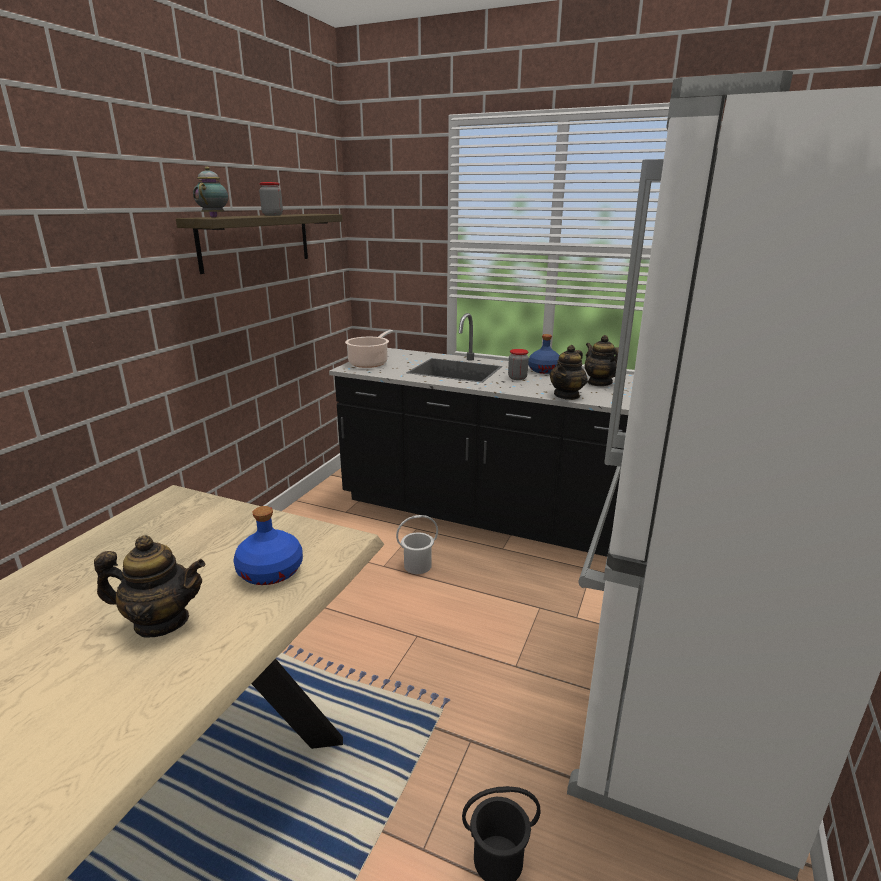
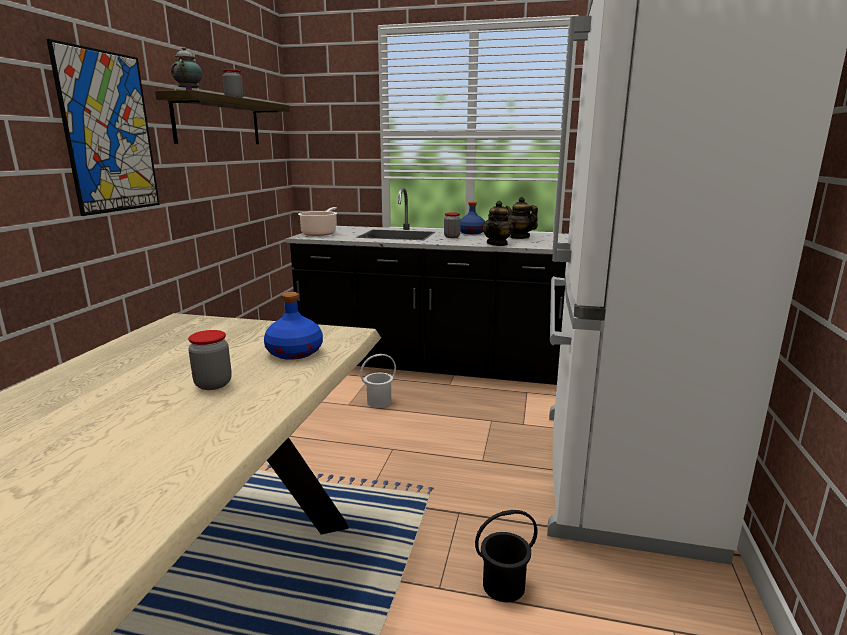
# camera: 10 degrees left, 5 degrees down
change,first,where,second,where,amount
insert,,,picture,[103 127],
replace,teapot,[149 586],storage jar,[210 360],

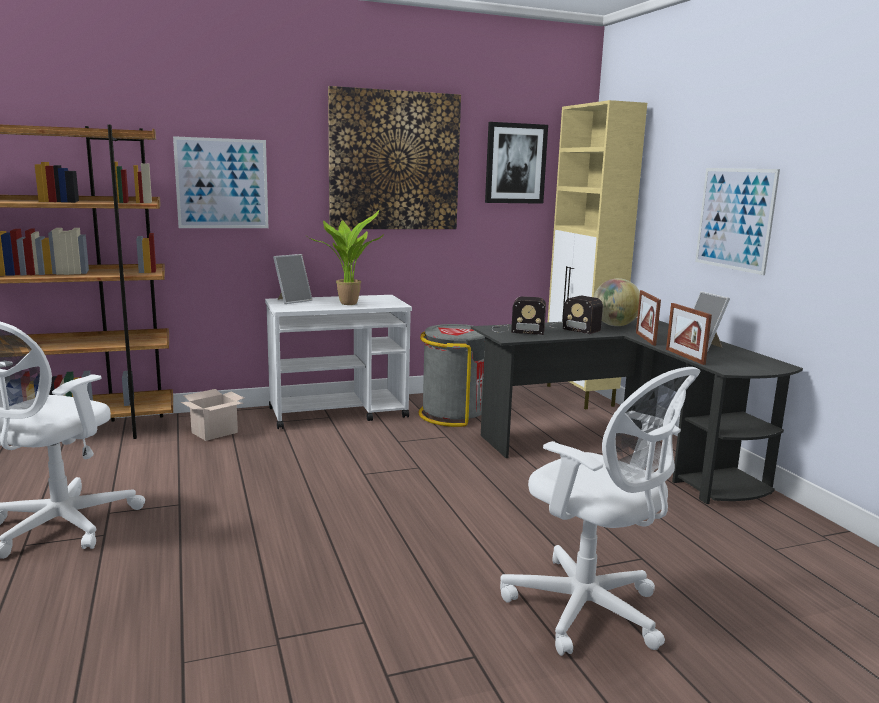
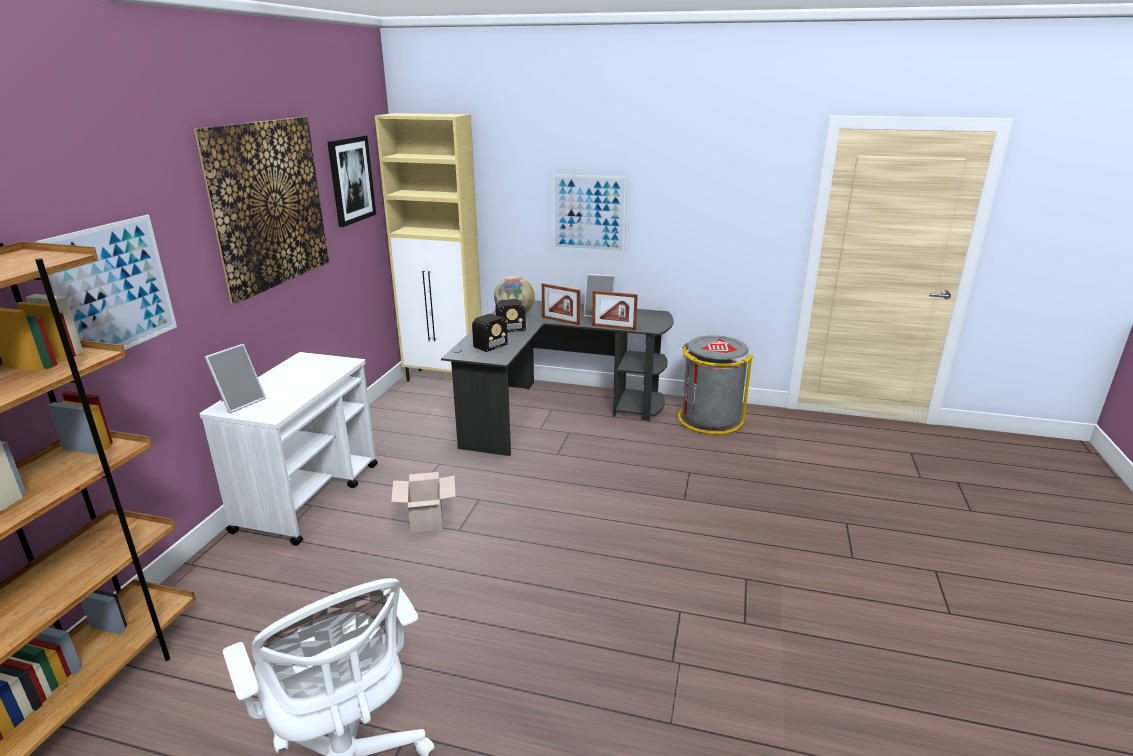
# camera: 55 degrees left, 10 degrees up
change,first,where,second,where,amount
rotate,photo frame,[293 279],,[235 378],45 degrees clockwise
move,carton,[212 415],,[423 502],
move,gray trash can,[452 375],,[715 385],
delete,potted plant,[346 257],,,
delete,whitish desk chair,[600 511],,,

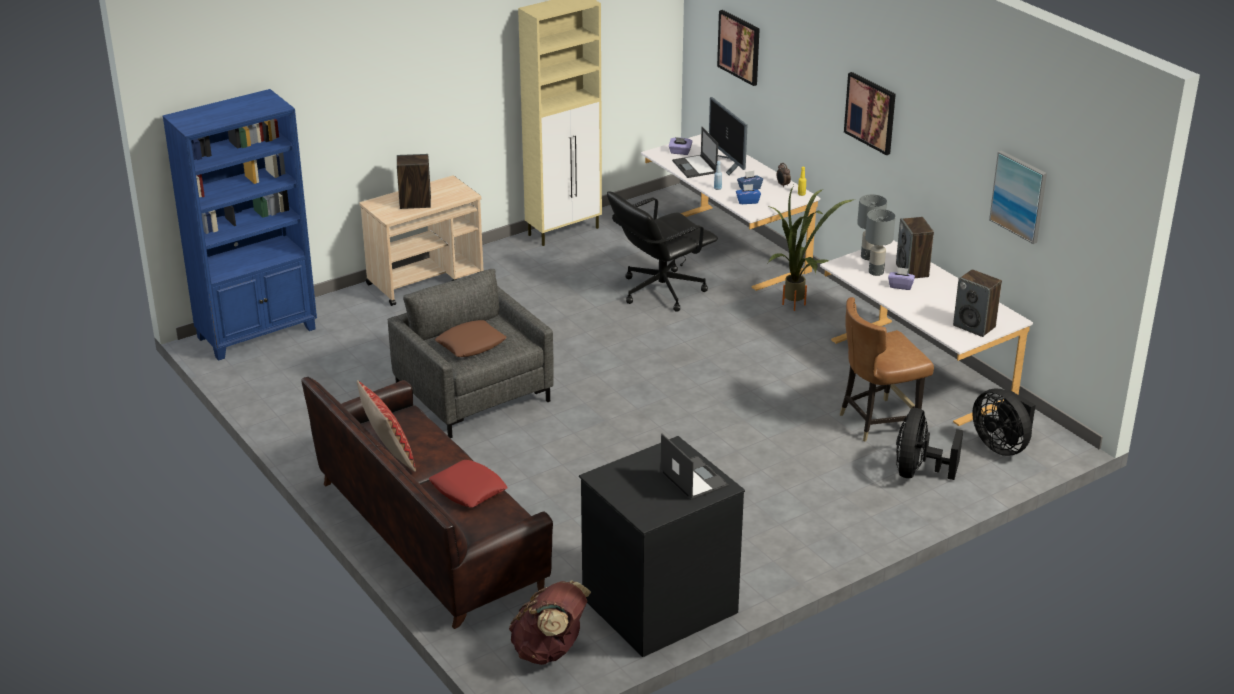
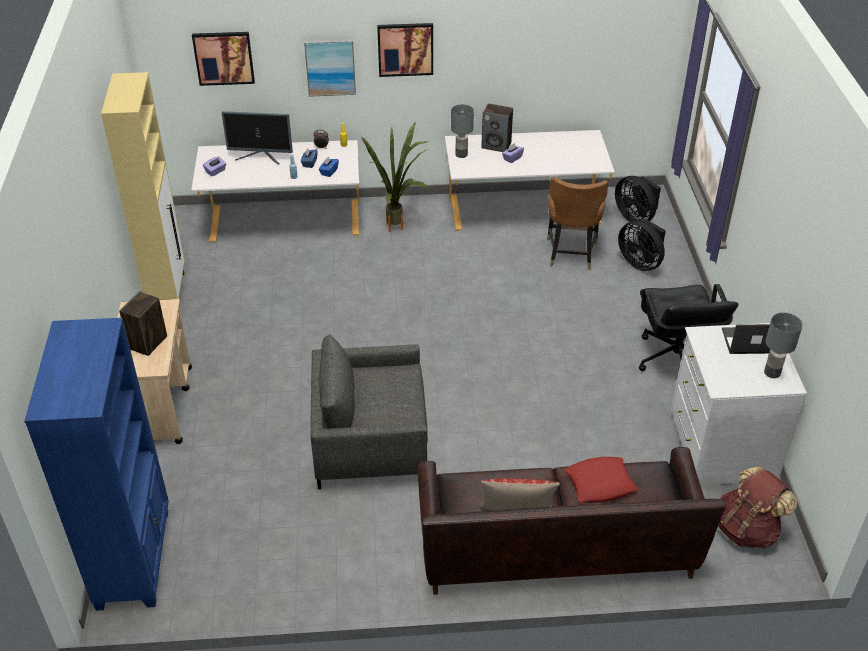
# camera: 60 degrees left, 10 degrees up
change,first,where,second,where,amount
move,picture,[1018 197],,[330 68],
rotate,blackish cooling fan,[1003 422],,[638 199],60 degrees clockwise
move,blackish desk chair,[662 251],,[688 327],
recolor,blackish drawer chest,[662 546],whitish drawer chest,[738 404],
move,gray tabletop lamp,[880 242],,[783 345],
delete,brown-coloured cushion,[471 338],,,
delete,notebook computer,[695 152],,,
delete,loudspeaker,[977 303],,,

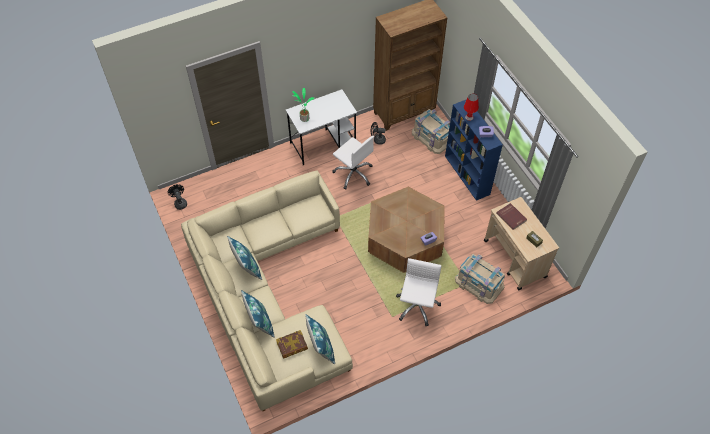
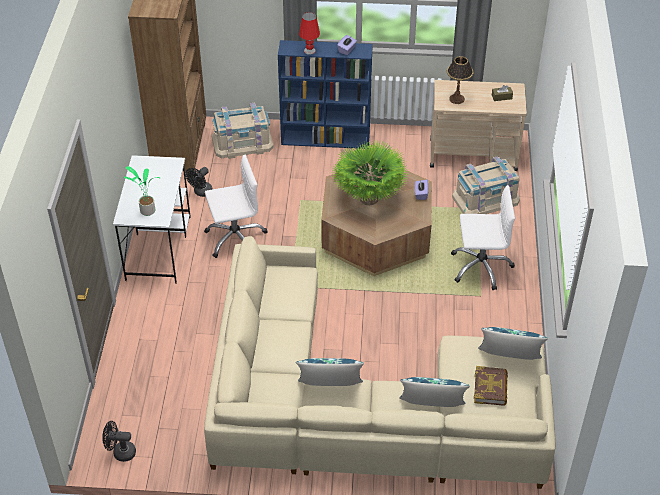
# camera: 60 degrees left, 10 degrees down
change,first,where,second,where,amount
insert,,,potted plant,[369 172],
replace,red volume,[511 216],tabletop lamp,[460 80],
rotate,whitish desk chair,[419 292],,[483 237],135 degrees clockwise

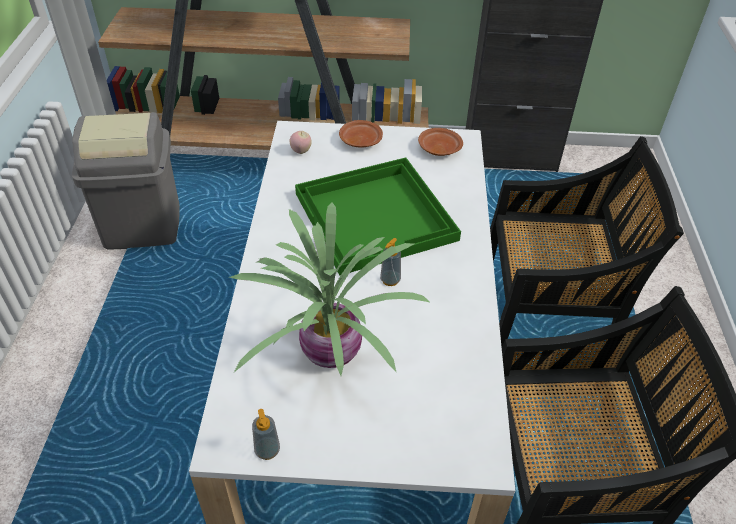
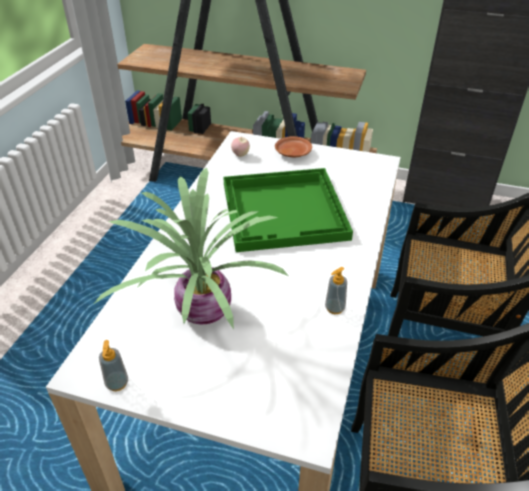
# camera: 15 degrees right, 5 degrees down
change,first,where,second,where,amount
move,liquid soap bottle,[390 262],,[336 290],
delete,gray trash can,[126 181],,,
delete,brown-coloured flat dish,[440 142],,,

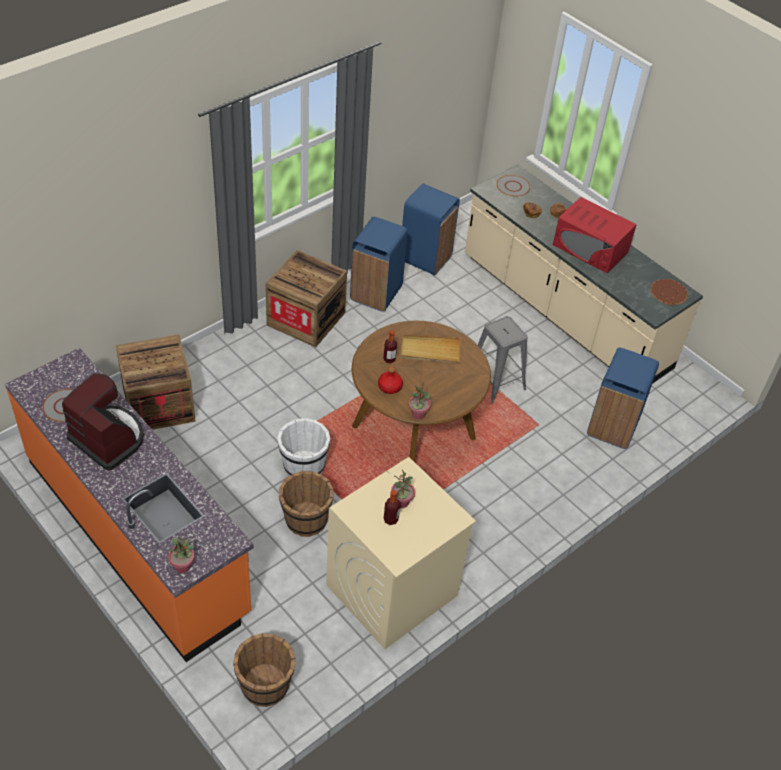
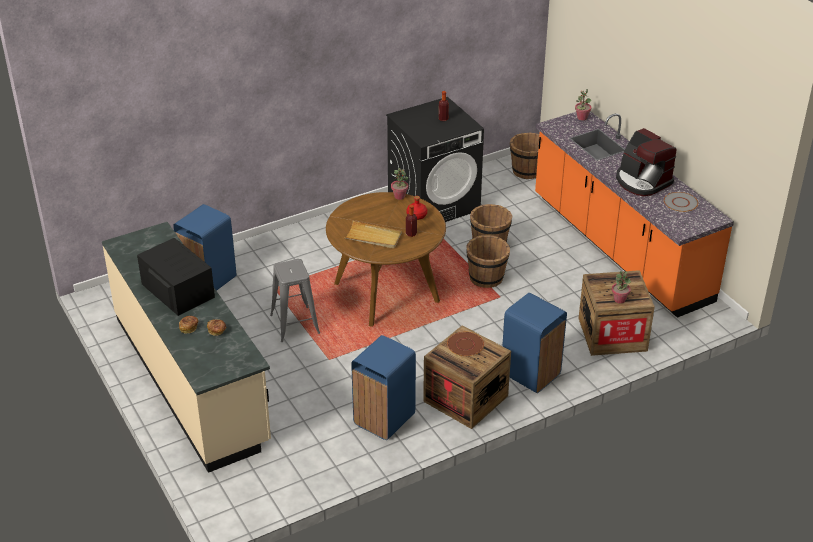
# camera: 165 degrees left, 10 degrees down
change,first,where,second,where,amount
recolor,red microwave,[595 235],blackish microwave,[176 277],
recolor,beige washing machine,[401 553],blackish washing machine,[435 159],
move,brown-coloured flat dish,[669 292],,[465 344],
recolor,whitish water bucket,[303 447],brown-coloured water bucket,[488 261],
move,blue trash can,[431 229],,[534 343],
move,potted plant,[403 489],,[621 287],
delete,gray flat dish,[513 186],,,

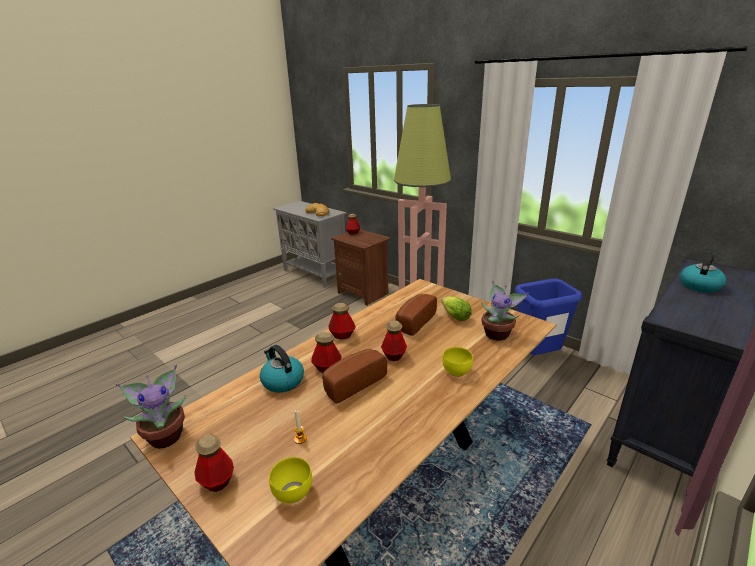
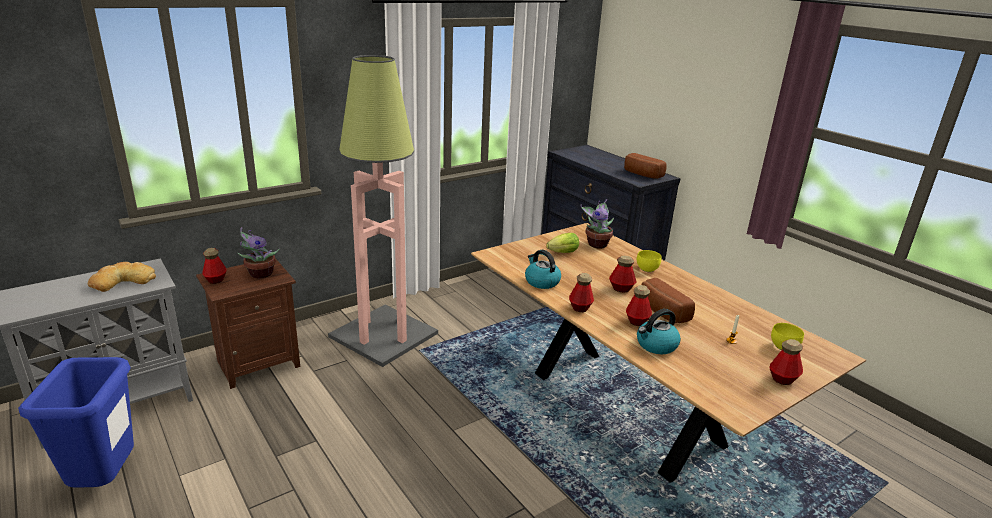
# camera: 80 degrees left, 0 degrees up
change,first,where,second,where,amount
move,blue trash can,[549 316],,[76 422],
move,potted plant,[151 406],,[258 252],
move,kettle,[703 272],,[543 269],
move,bread,[416 315],,[645 166],

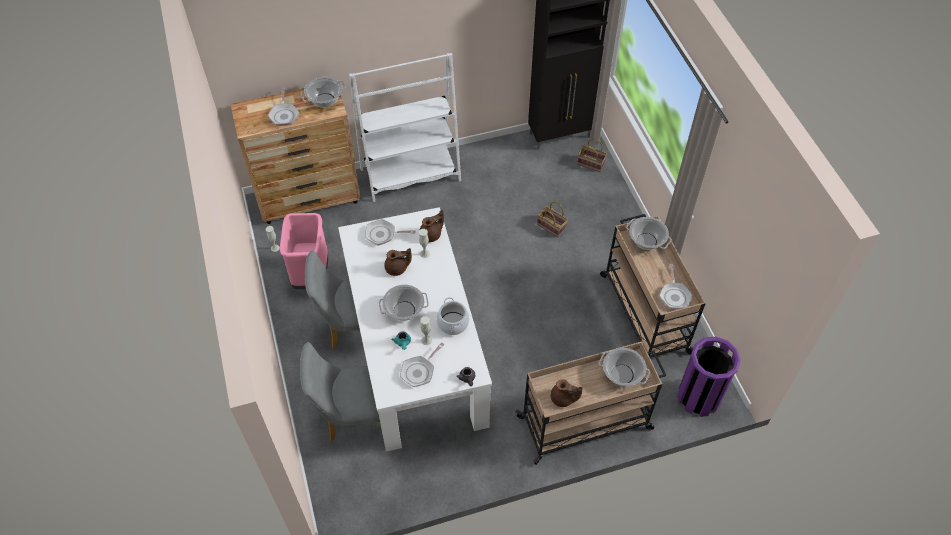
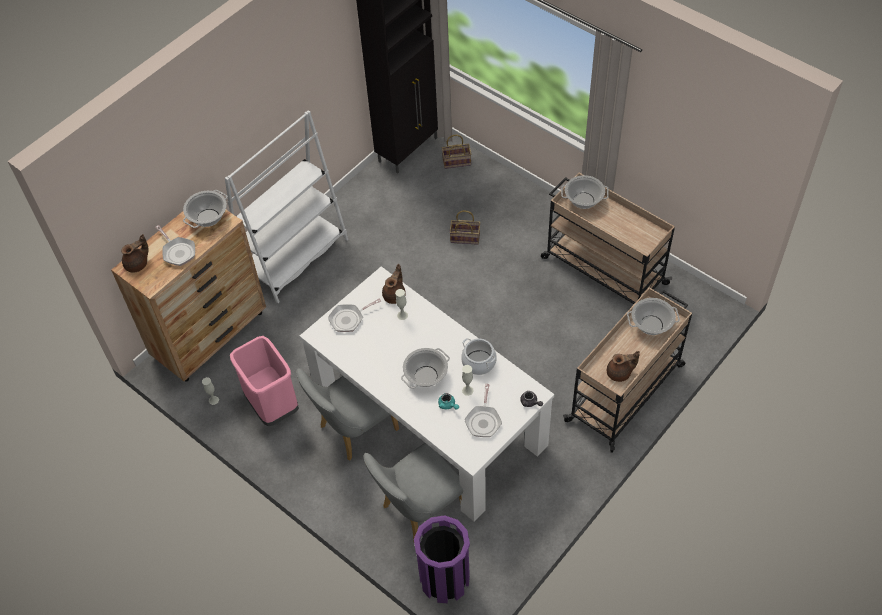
# camera: 30 degrees left, 0 degrees up
change,first,where,second,where,amount
move,brown-coloured teapot,[398 262],,[134 253],
move,purple trash can,[709 376],,[442 559],
delete,pan,[675 286],,,

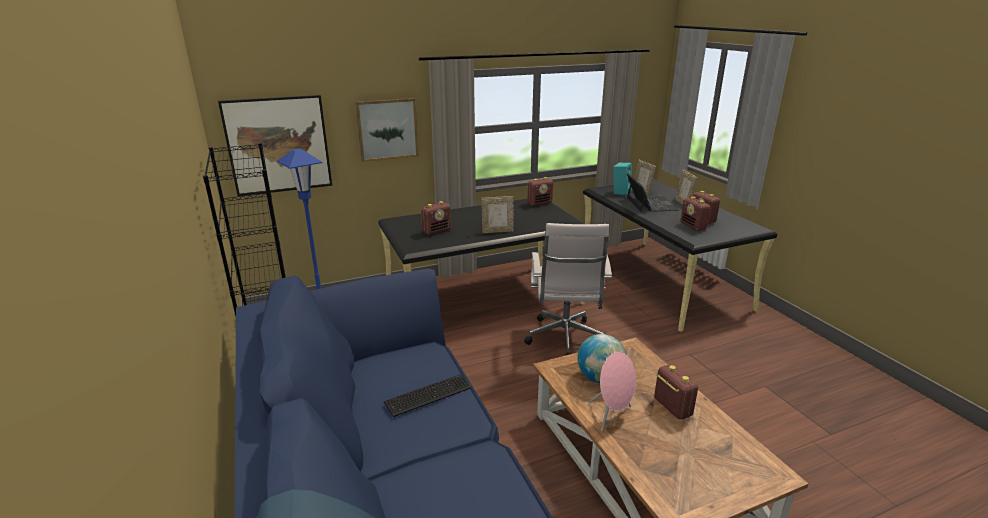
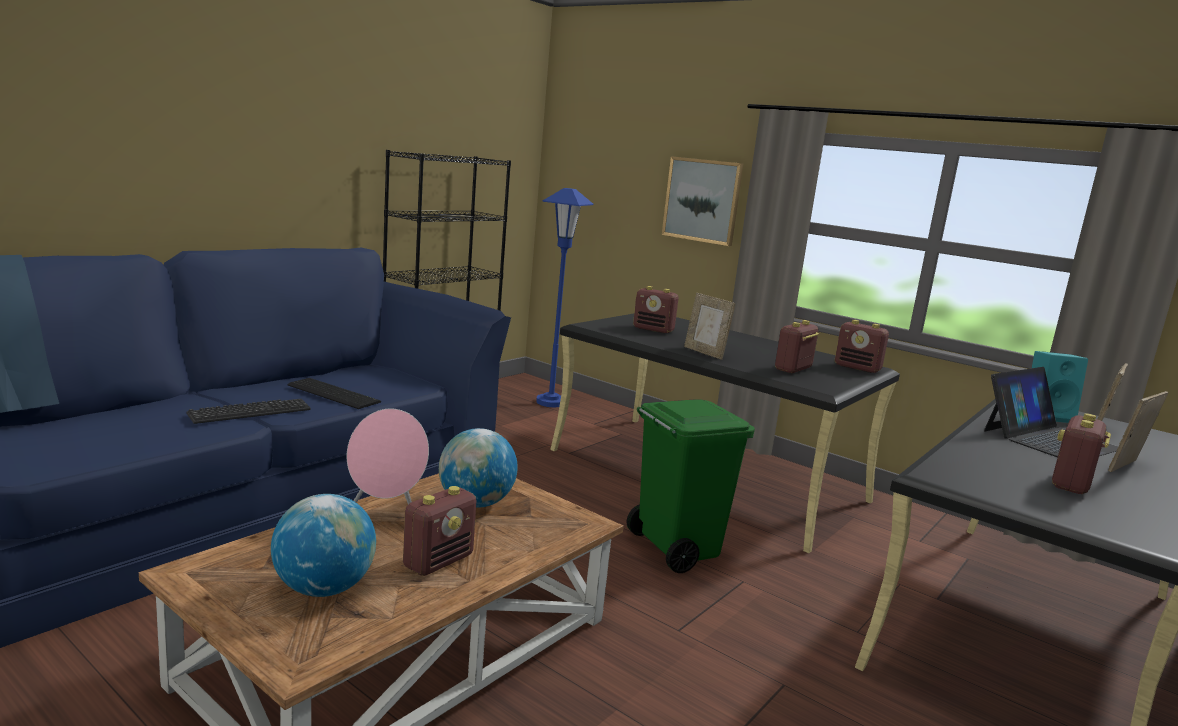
# camera: 60 degrees right, 10 degrees down
change,first,where,second,where,amount
insert,,,PC keyboard,[248 411],
insert,,,world globe,[323 545],
replace,whitish desk chair,[568 289],green-coloured trash can,[691 486],
move,radio,[696 213],,[797 346],
delete,picture,[275 145],,,

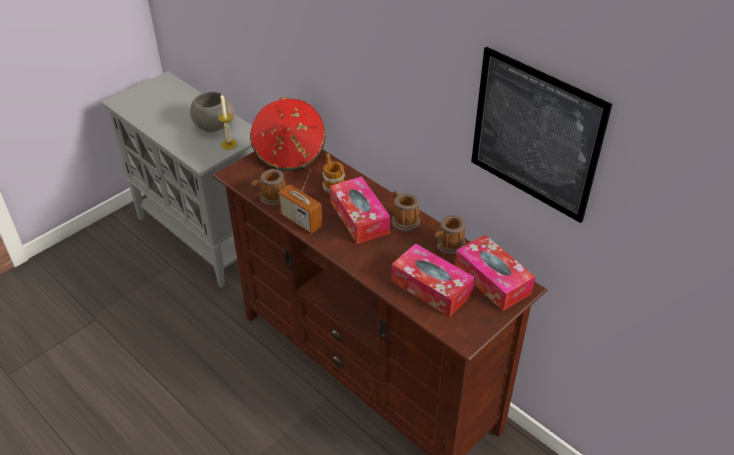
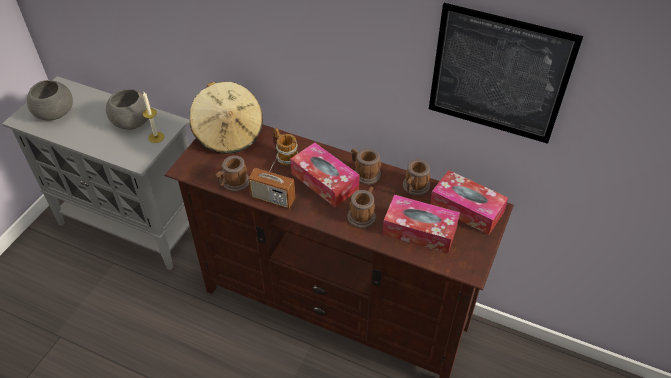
# camera: 20 degrees left, 5 degrees up
change,first,where,second,where,amount
insert,,,gray deep dish,[50 100],
recolor,red wearable hat,[287 134],beige wearable hat,[226 118],
insert,,,tea mug,[362 207],

